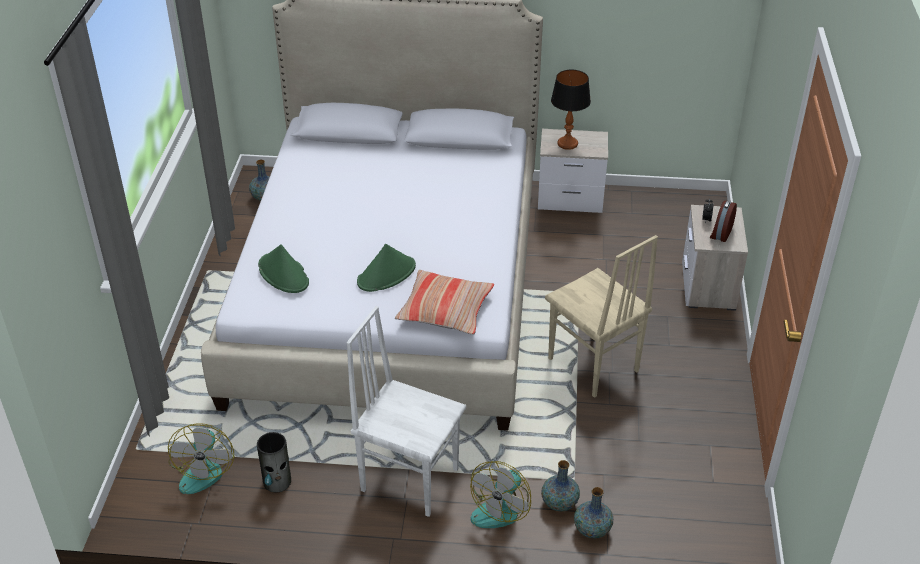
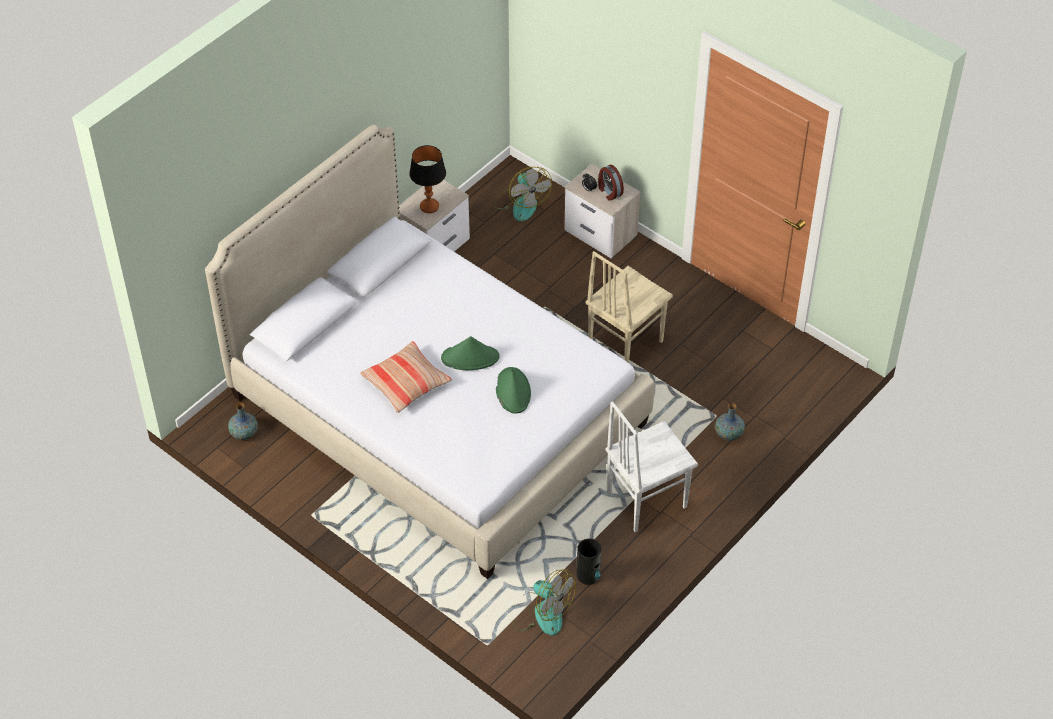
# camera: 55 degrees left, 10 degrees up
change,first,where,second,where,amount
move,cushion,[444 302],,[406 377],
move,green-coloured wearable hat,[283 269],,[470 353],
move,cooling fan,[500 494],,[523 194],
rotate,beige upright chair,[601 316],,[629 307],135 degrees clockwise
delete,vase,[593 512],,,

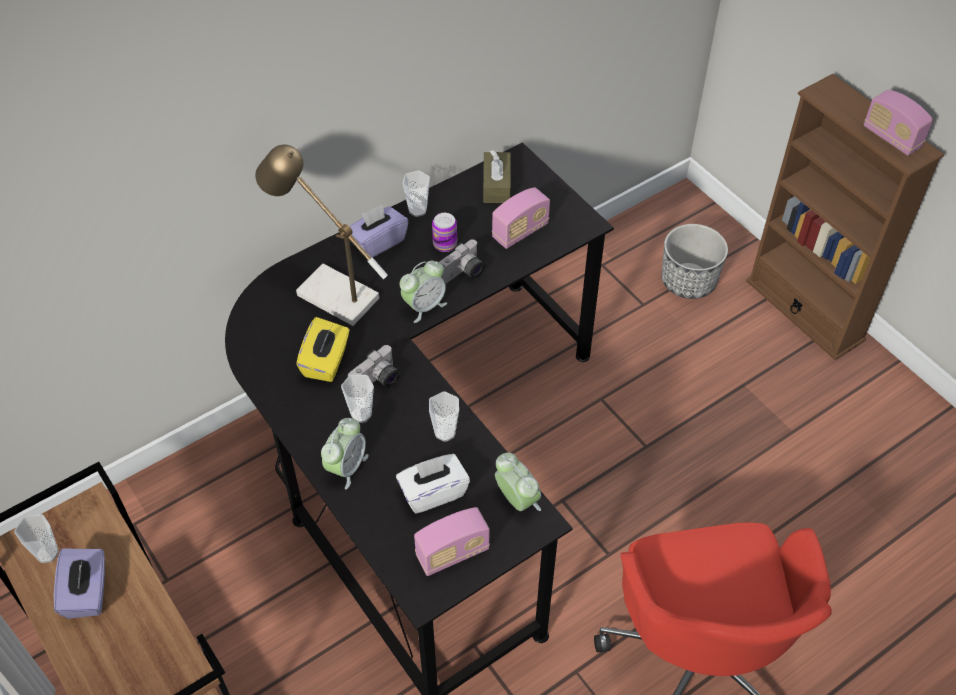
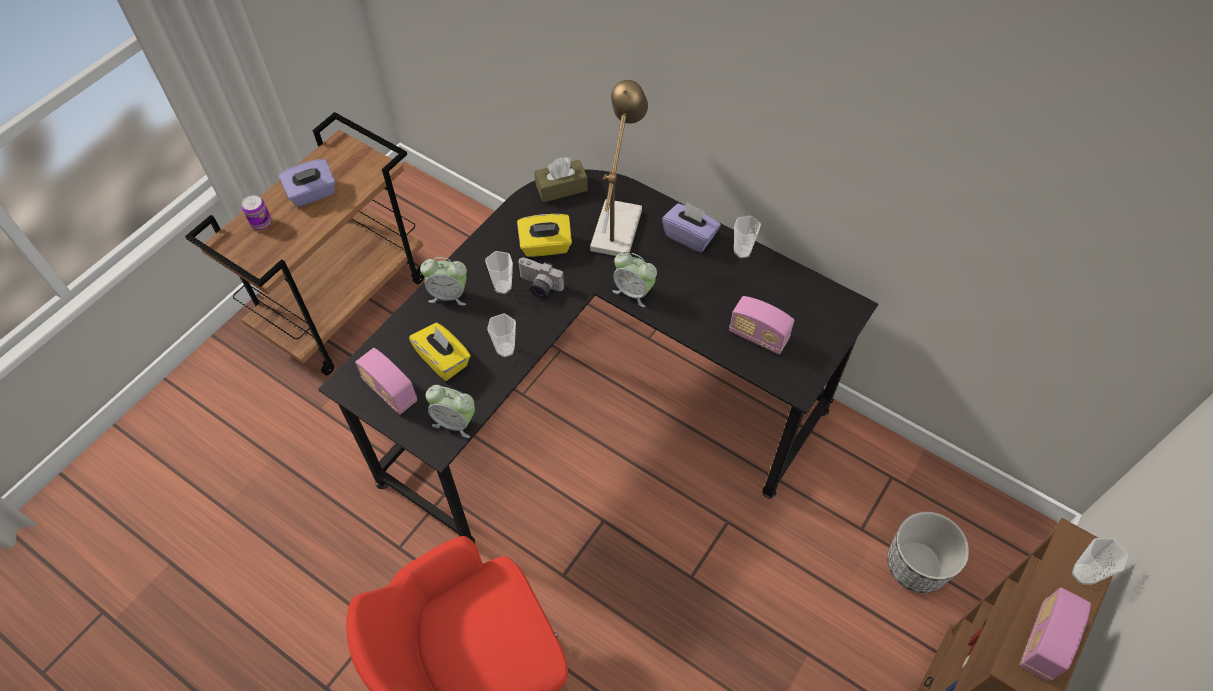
# camera: 70 degrees right, 5 degrees up
change,first,where,second,where,amount
move,can,[444 232],,[257 212],
recolor,whitish tissue box,[433 484],yellow-coloured tissue box,[440 352],
rotate,table clock,[518 481],,[450 411],75 degrees clockwise
move,brown-coloured tissue box,[497 176],,[561 179],
move,small cup,[36 538],,[1100 561],
delete,photo camera,[462 261],,,

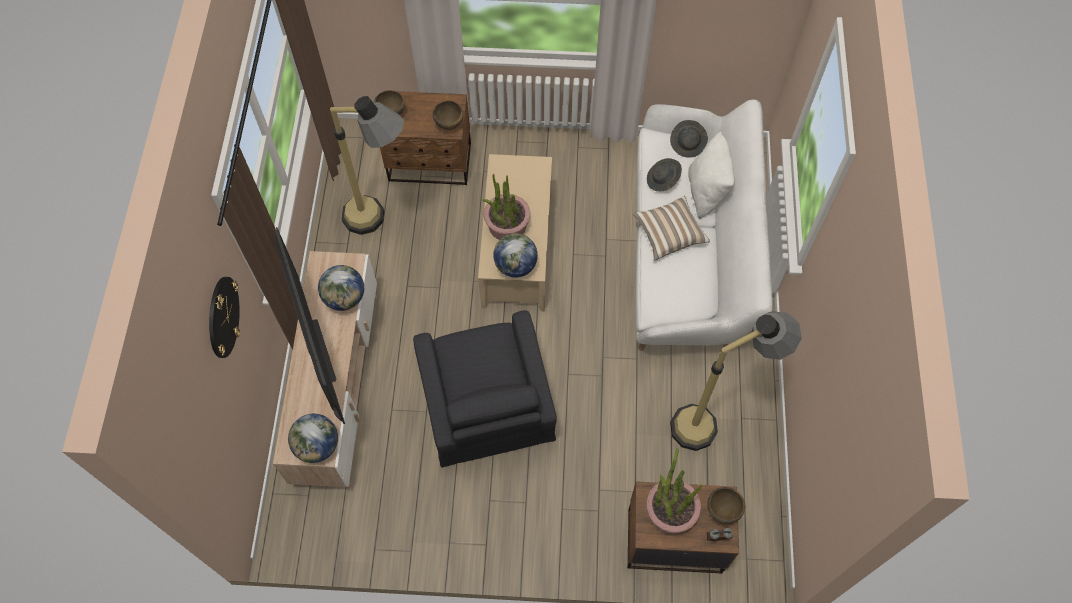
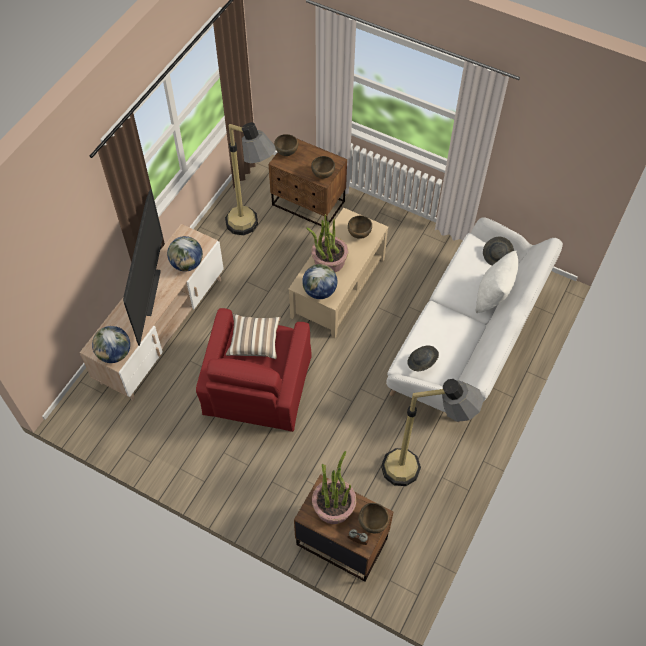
# camera: 25 degrees right, 5 degrees down
change,first,where,second,where,amount
recolor,blackish armchair,[485 389],red armchair,[254 370],
move,cushion,[671 228],,[253 336],
insert,,,brown-coloured deep dish,[360 227],
move,gray wearable hat,[664 174],,[423 358],
delete,clock on the wall,[224 317],,,

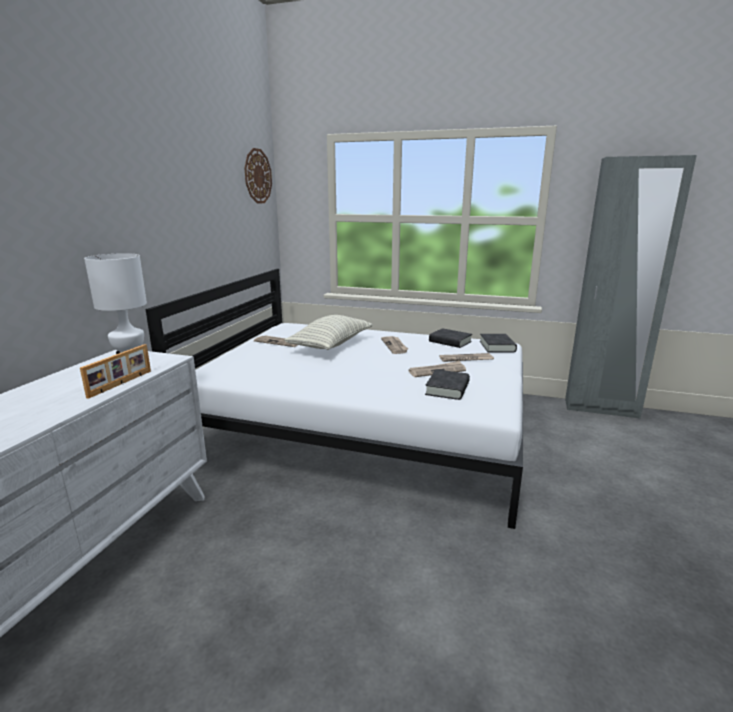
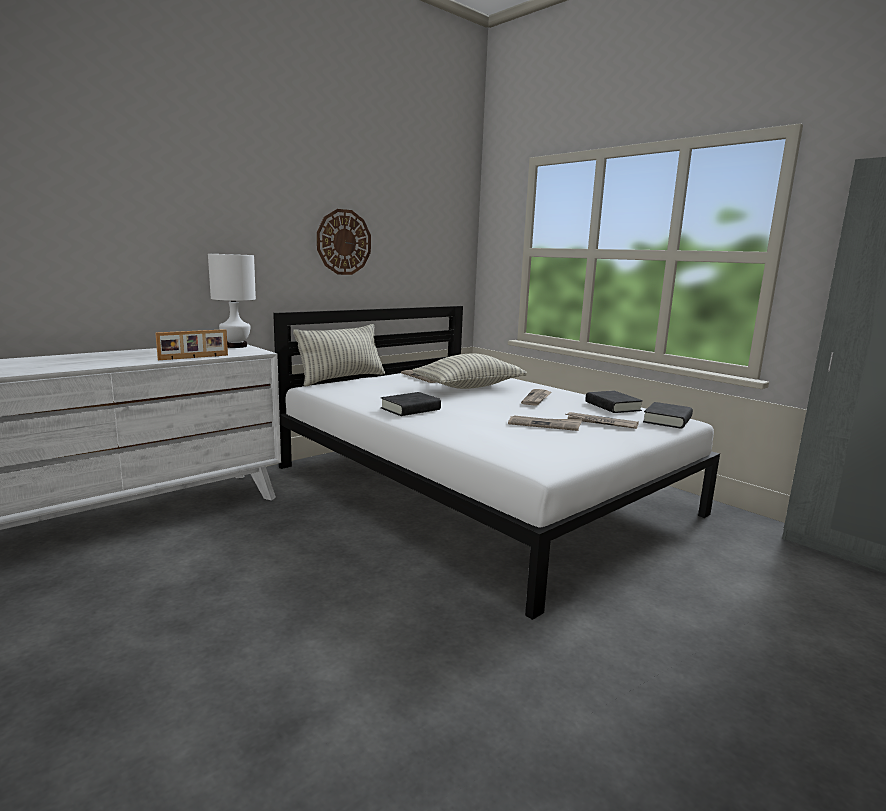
# camera: 30 degrees right, 5 degrees down
change,first,where,second,where,amount
insert,,,cushion,[339 355],
move,clock on the wall,[258 176],,[344 242],
move,blackish volume,[447 384],,[411 404],

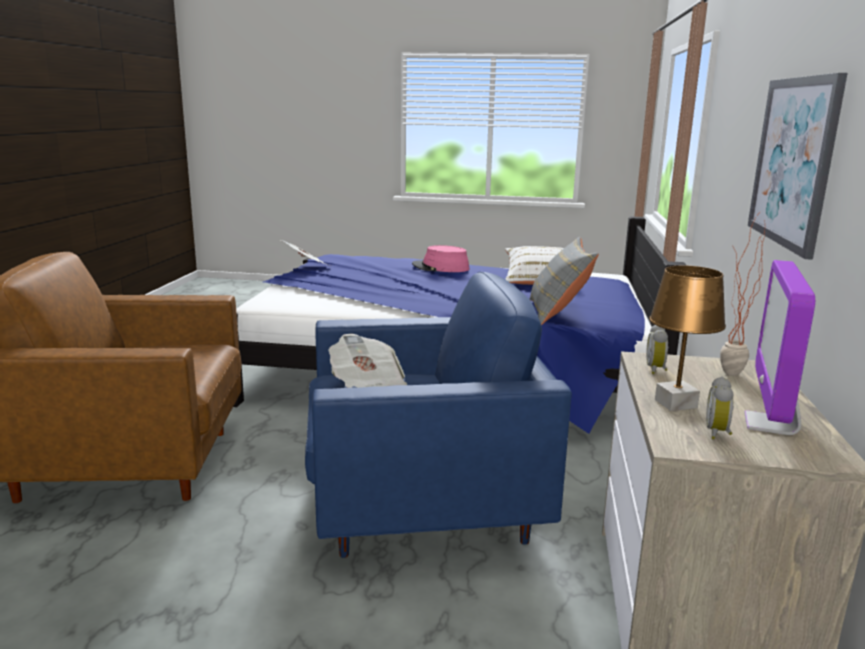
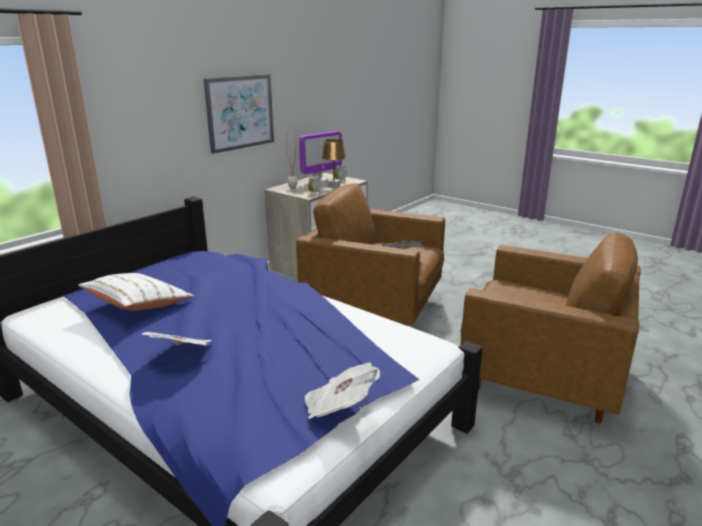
# camera: 150 degrees left, 5 degrees up
change,first,where,second,where,amount
replace,pink wearable hat,[440 258],newspaper,[177 339],
recolor,blue armchair,[438 415],brown-coloured armchair,[370 254],
delete,gray cushion,[564 281],,,

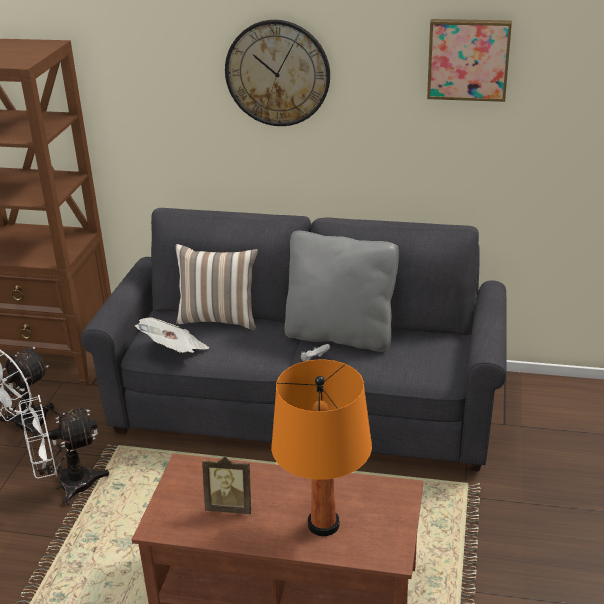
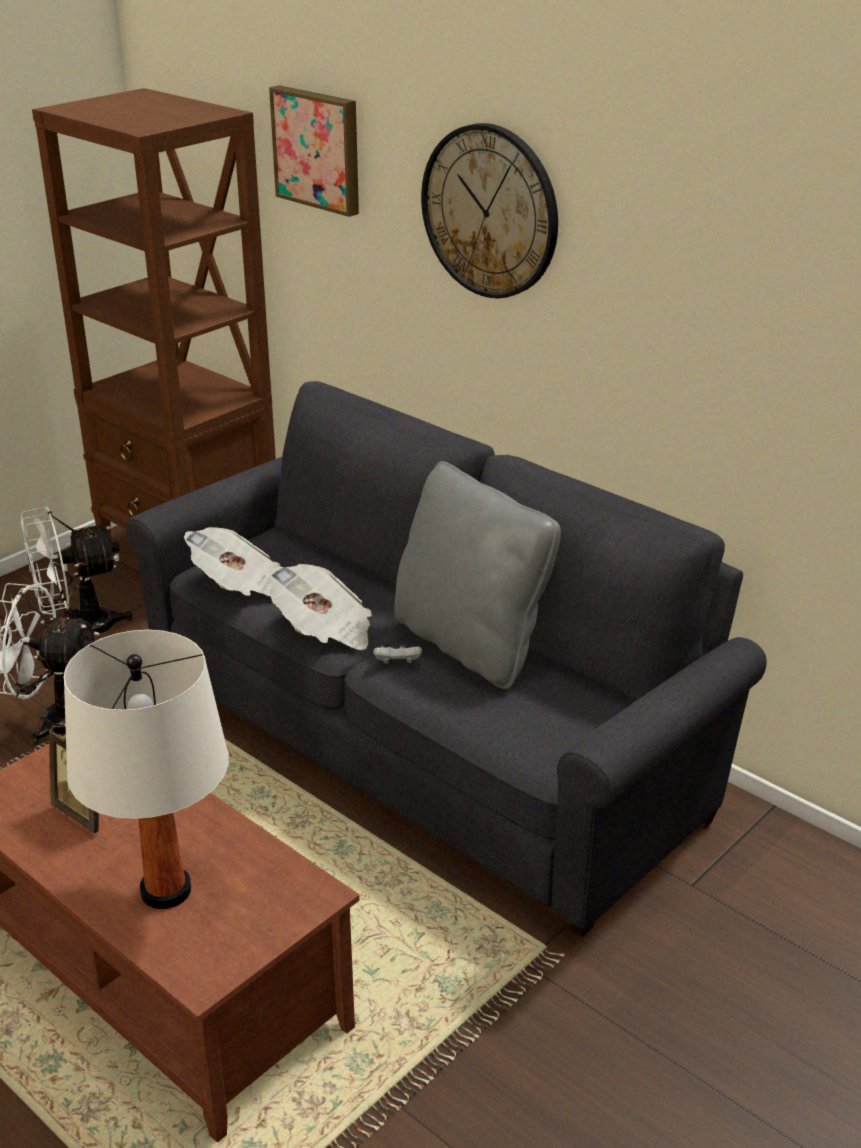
# camera: 30 degrees right, 0 degrees up
change,first,where,second,where,amount
recolor,orange tabletop lamp,[321 448],whitish tabletop lamp,[146 769],
move,picture,[469 60],,[314 151],
insert,,,newspaper,[321 607],
delete,cushion,[216 287],,,

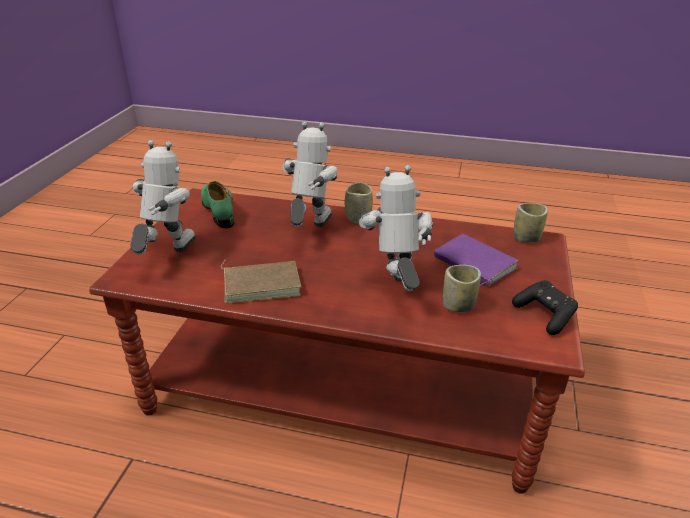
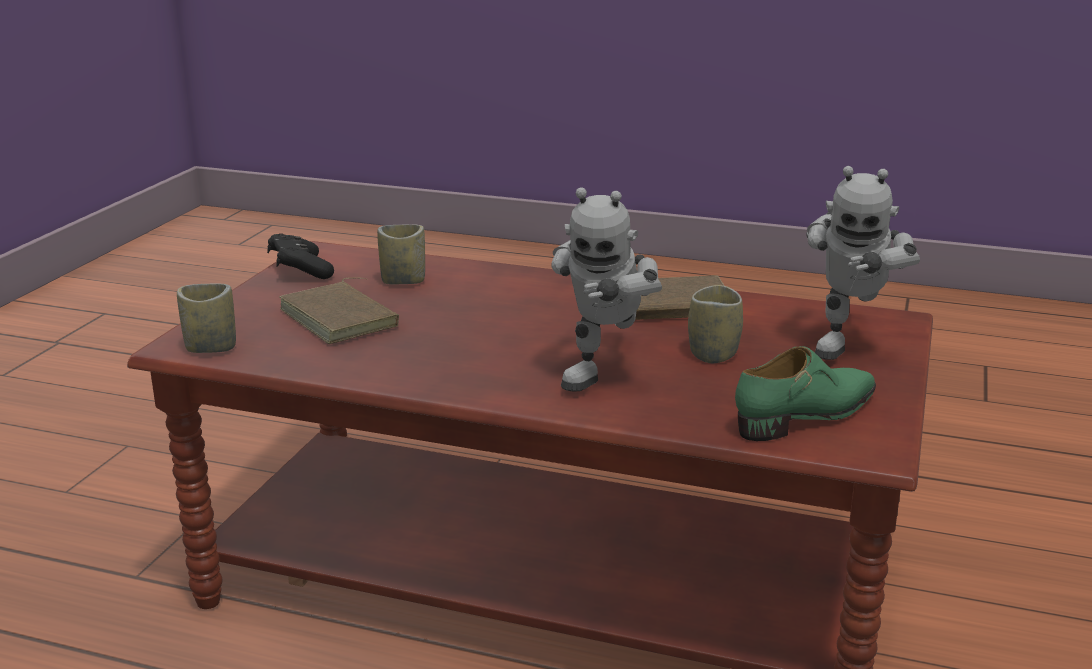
# camera: 175 degrees left, 10 degrees down
change,first,where,second,where,amount
recolor,purple volume,[476 260],brown-coloured volume,[339 310],
move,small cup,[359 203],,[715 324],
rotate,green-coloured shoe,[217 204],,[805 393],105 degrees counterclockwise
delete,robot figure,[396 228],,,

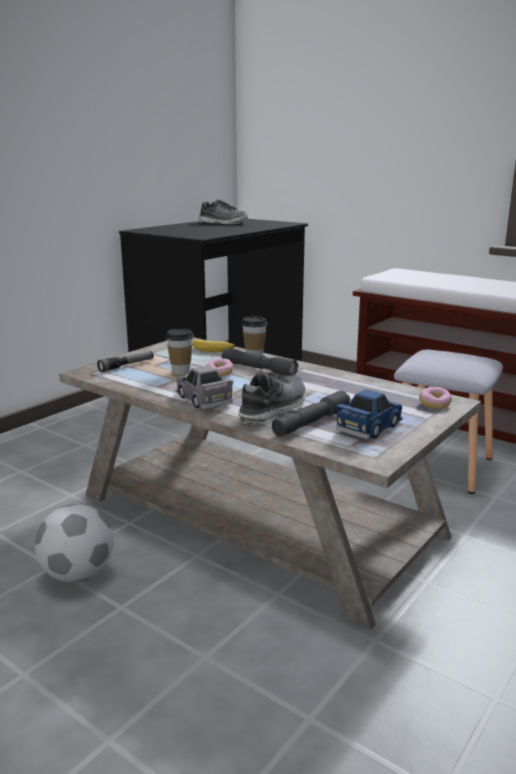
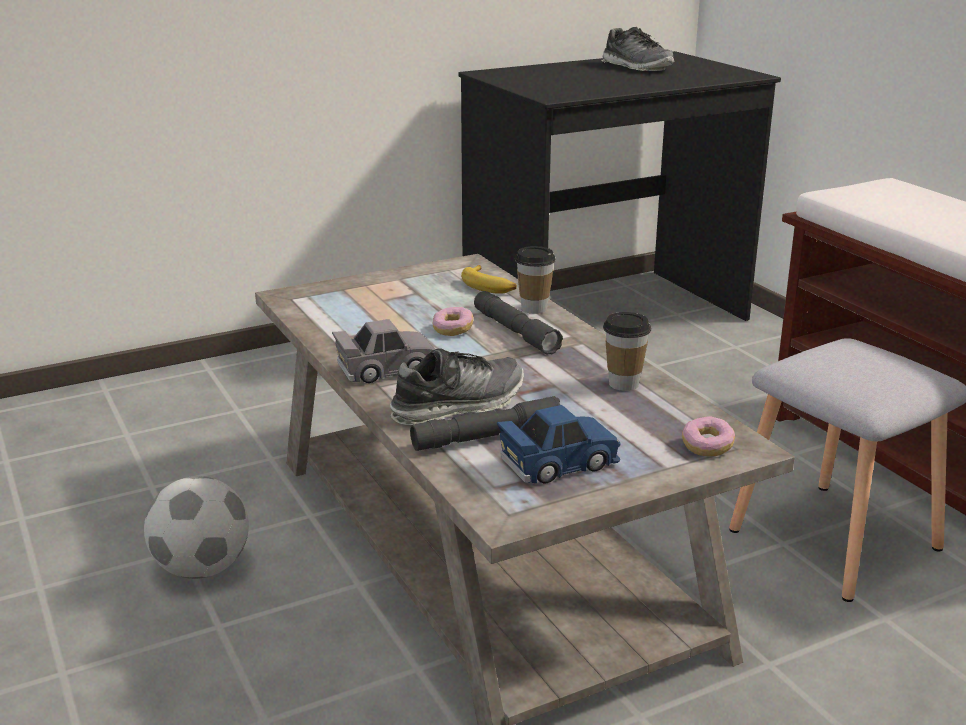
# camera: 25 degrees right, 5 degrees up
change,first,where,second,where,amount
rotate,gray miniature car,[204 387],,[383 351],75 degrees clockwise
move,small cup,[179 352],,[627 351],
delete,flashlight,[125 362],,,

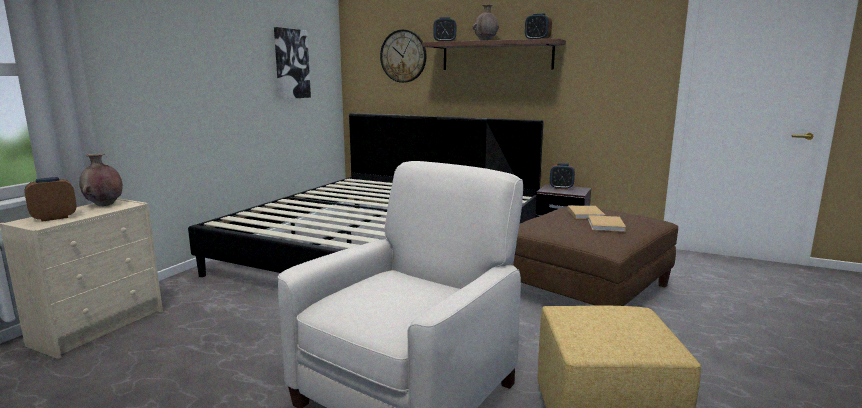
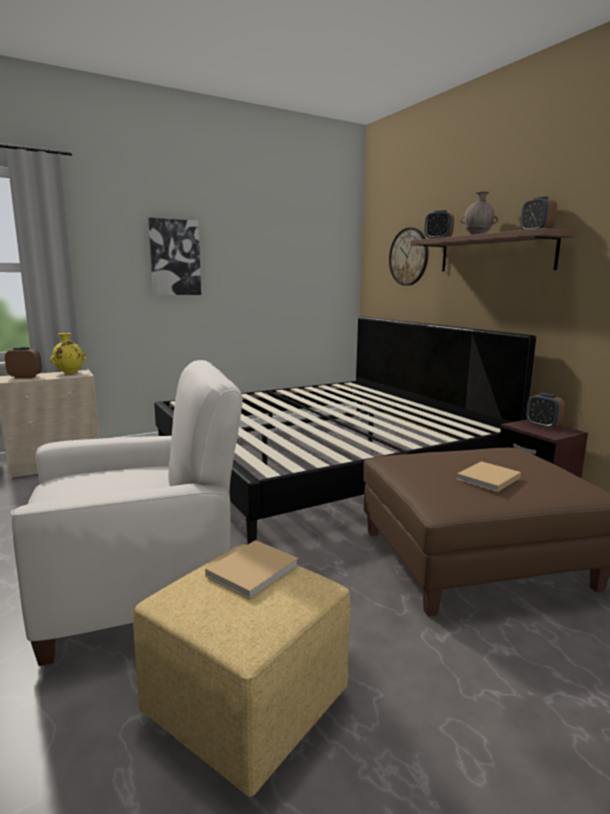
# camera: 35 degrees right, 0 degrees up
change,first,where,second,where,amount
recolor,brown-coloured vase,[101 179],yellow-coloured vase,[68 353],
move,picture,[292 63],,[174 256],
move,beige volume,[586 212],,[252 570],

